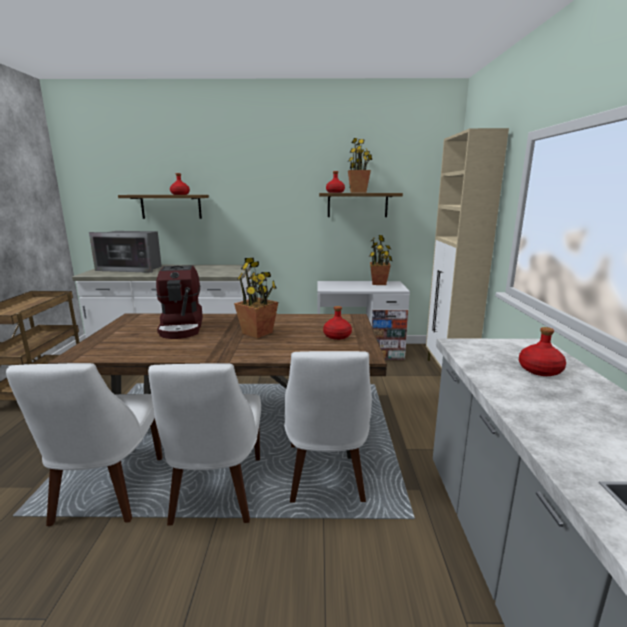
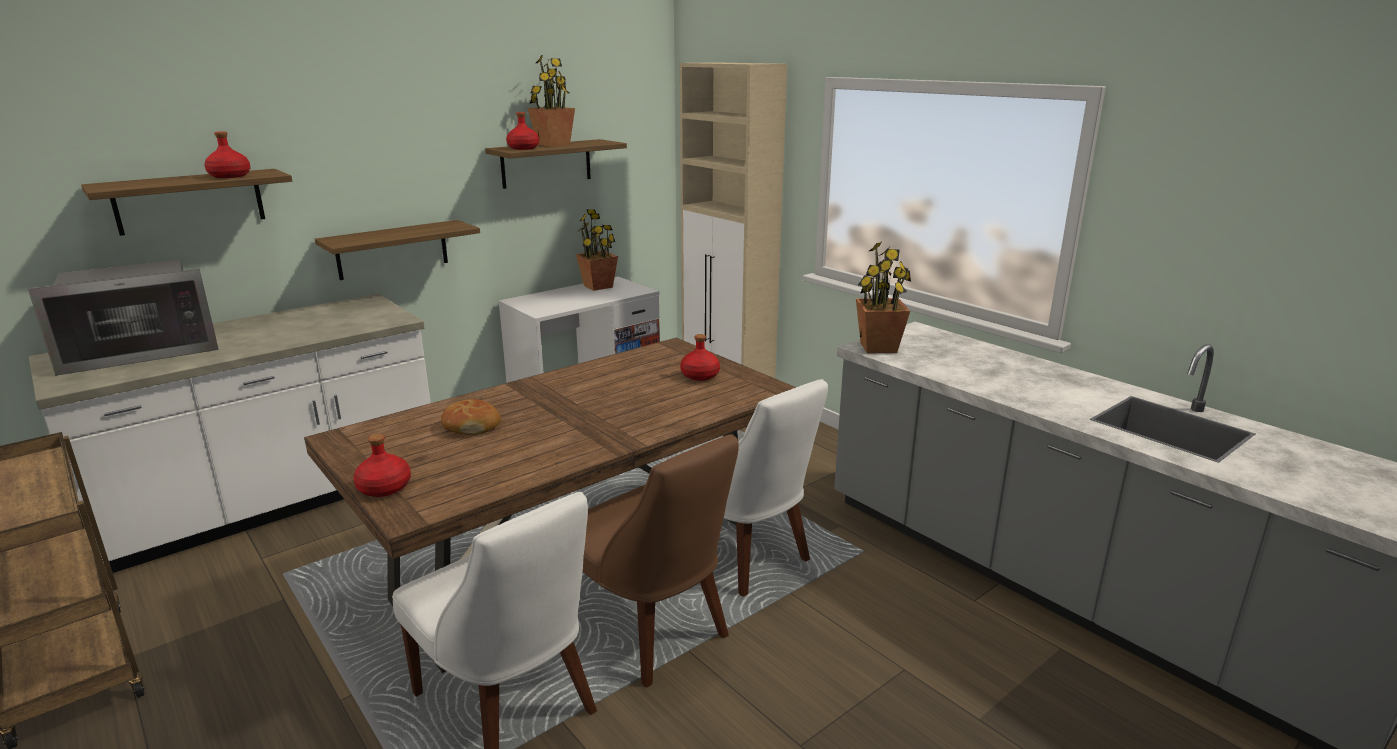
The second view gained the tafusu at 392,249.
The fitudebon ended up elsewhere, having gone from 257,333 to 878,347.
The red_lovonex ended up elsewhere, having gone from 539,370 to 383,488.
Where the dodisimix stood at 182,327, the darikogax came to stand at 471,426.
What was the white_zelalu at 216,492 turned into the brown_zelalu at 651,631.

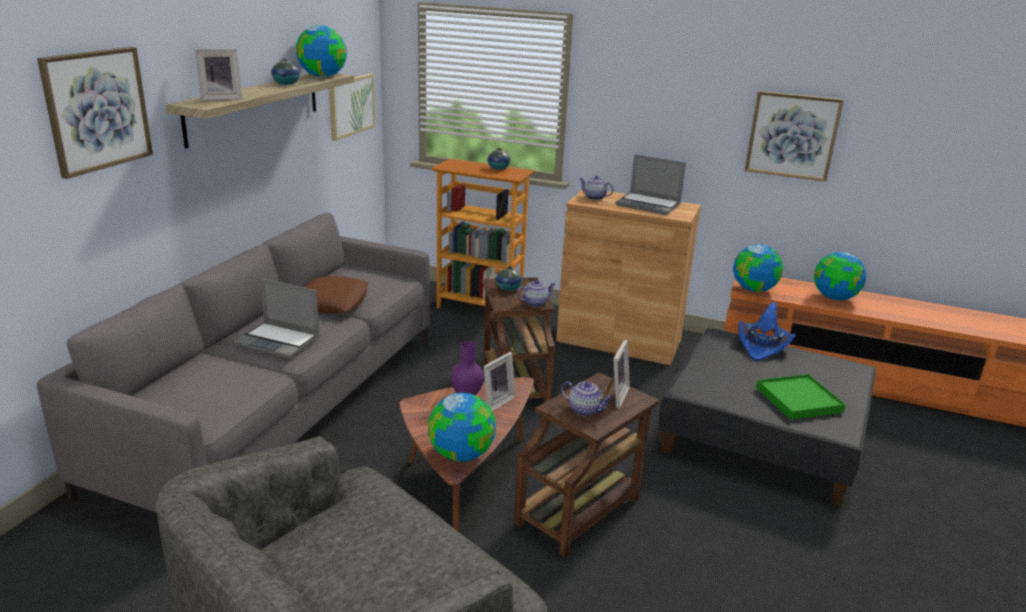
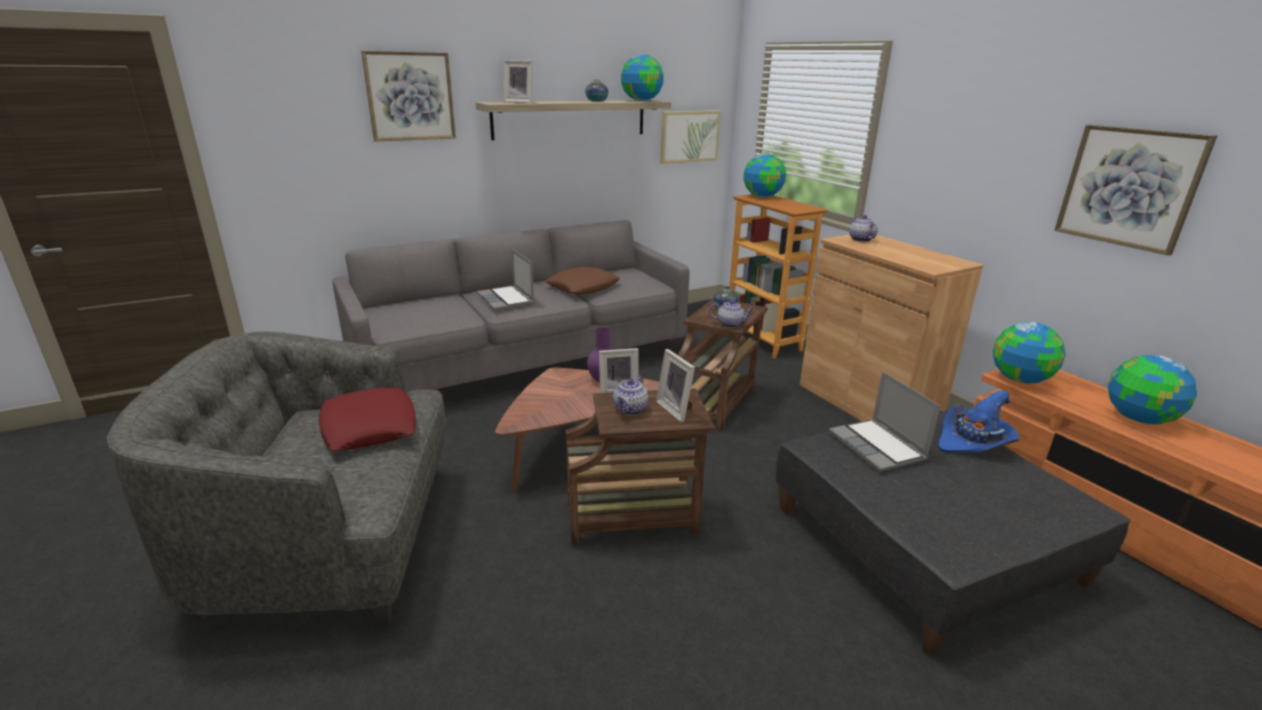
The second view lost the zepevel at 498,168.
The second view lost the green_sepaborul at 798,400.
The second view gained the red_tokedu at 369,427.
The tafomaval ended up elsewhere, having gone from 461,454 to 762,196.
The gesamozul ended up elsewhere, having gone from 649,205 to 878,447.
The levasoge at 585,410 ended up facing another way, 45 degrees clockwise from before.
The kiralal at 614,395 ended up facing another way, 90 degrees clockwise from before.

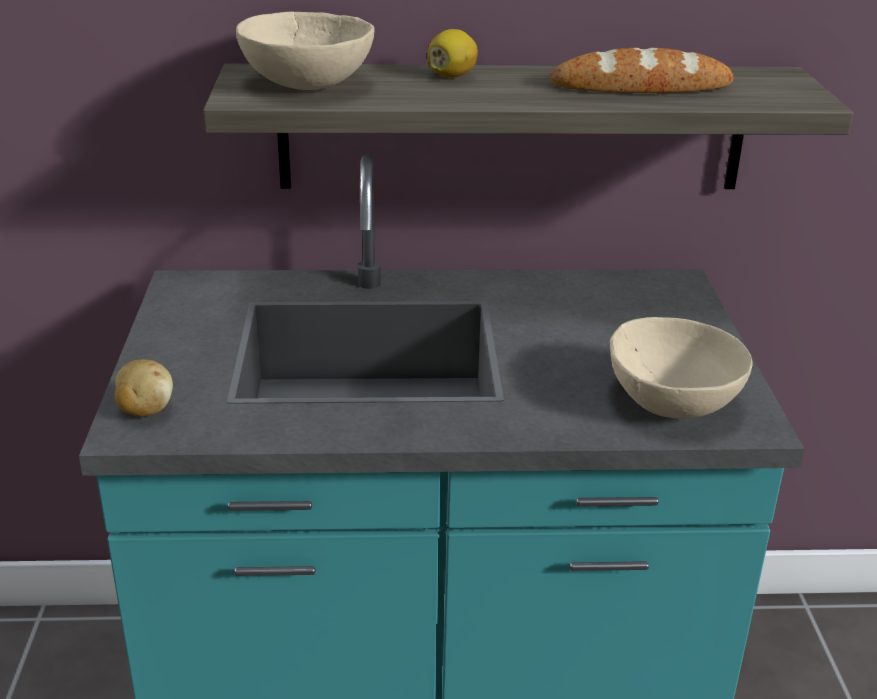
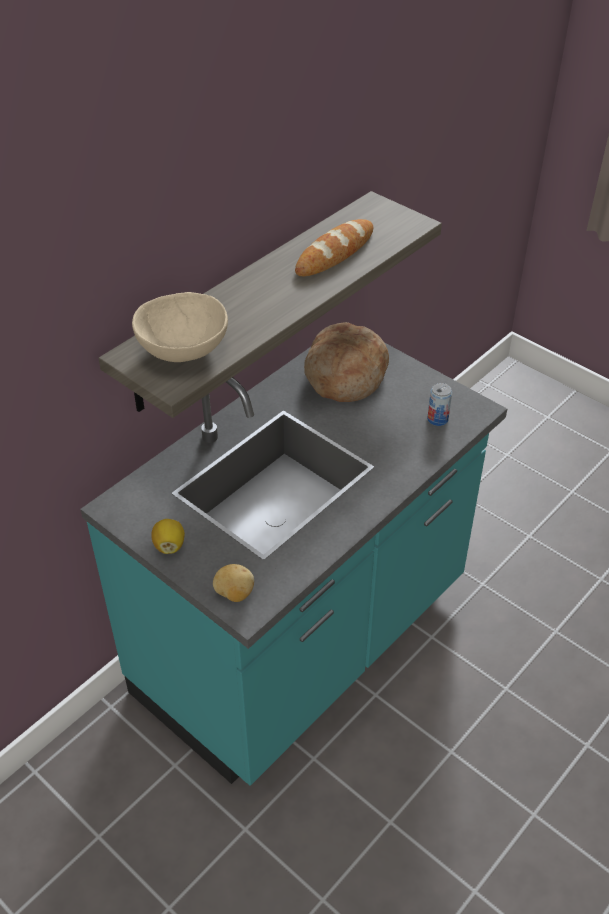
The second view gained the darikogax at 345,375.
The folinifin ended up elsewhere, having gone from 452,76 to 169,545.
Where the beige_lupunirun stood at 672,404, the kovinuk came to stand at 437,419.

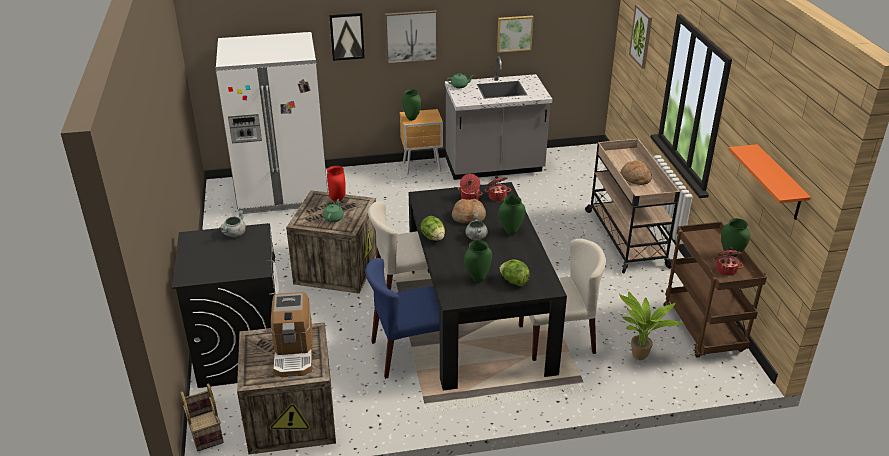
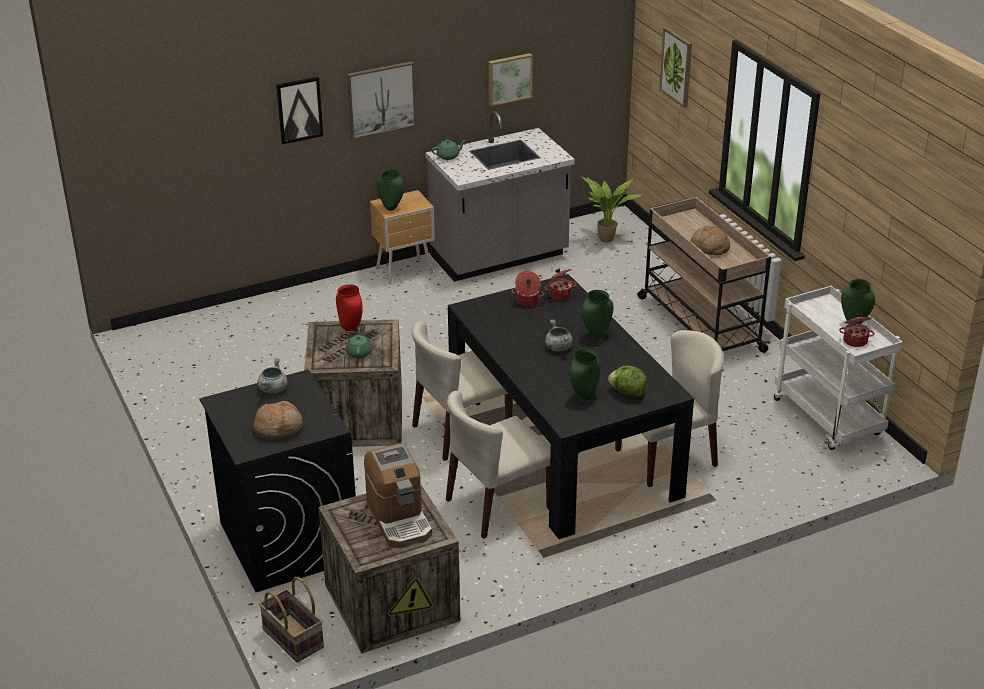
The second view lost the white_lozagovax at 283,192.
The second view lost the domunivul at 433,237.
The second view lost the orange_tafusu at 779,183.
The darikogax ended up elsewhere, having gone from 469,217 to 279,428.
The fitudebon ended up elsewhere, having gone from 638,358 to 606,241.
What was the blue_zelalu at 409,353 turned into the beige_zelalu at 498,505.
What was the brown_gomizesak at 704,331 turned into the white_gomizesak at 829,419.

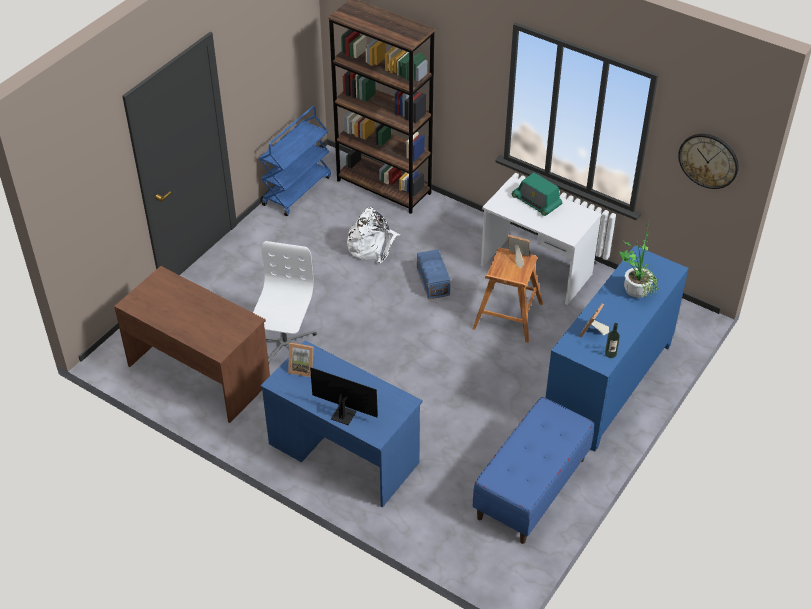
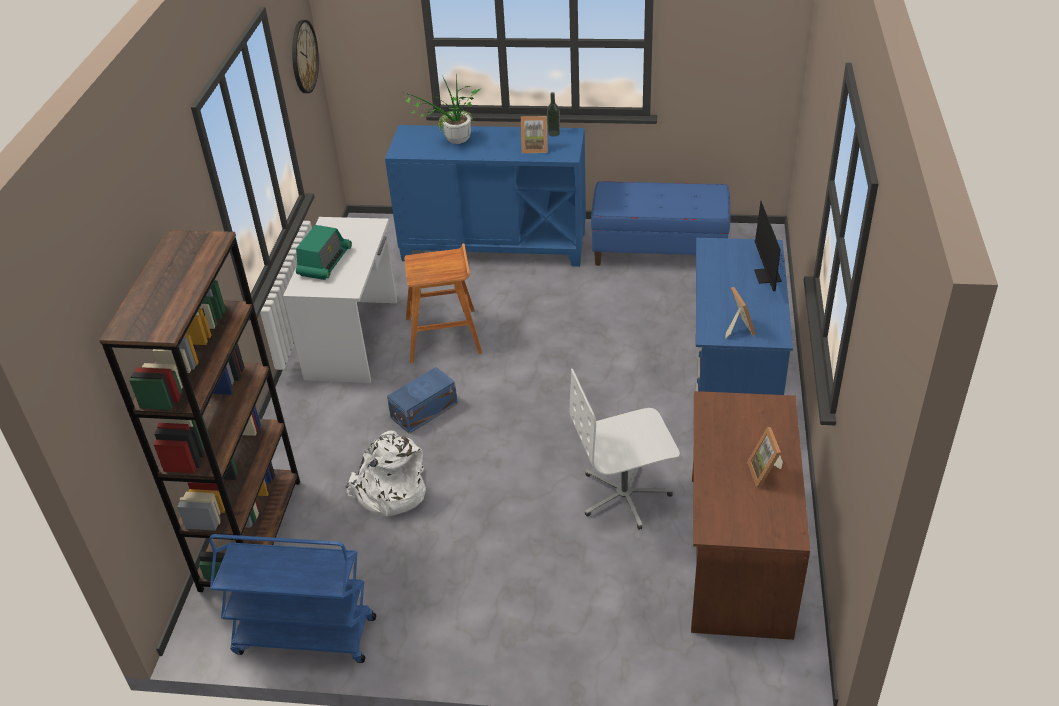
The kiralal ended up elsewhere, having gone from 517,258 to 766,473.

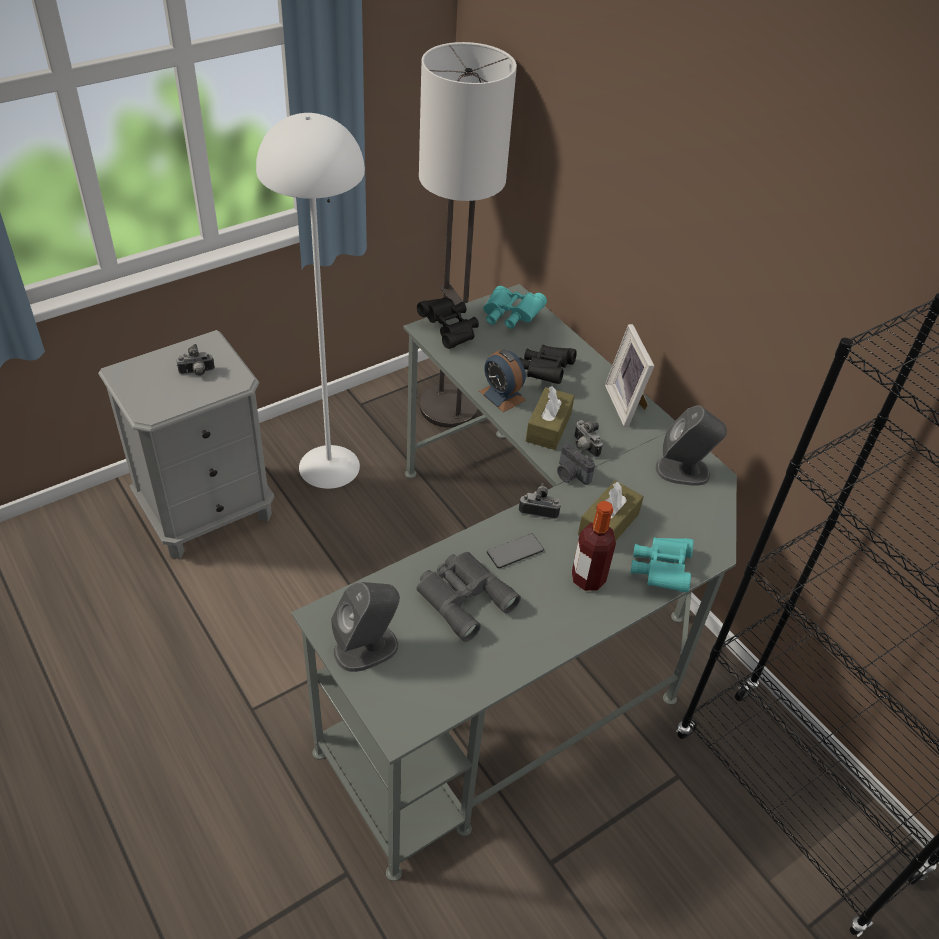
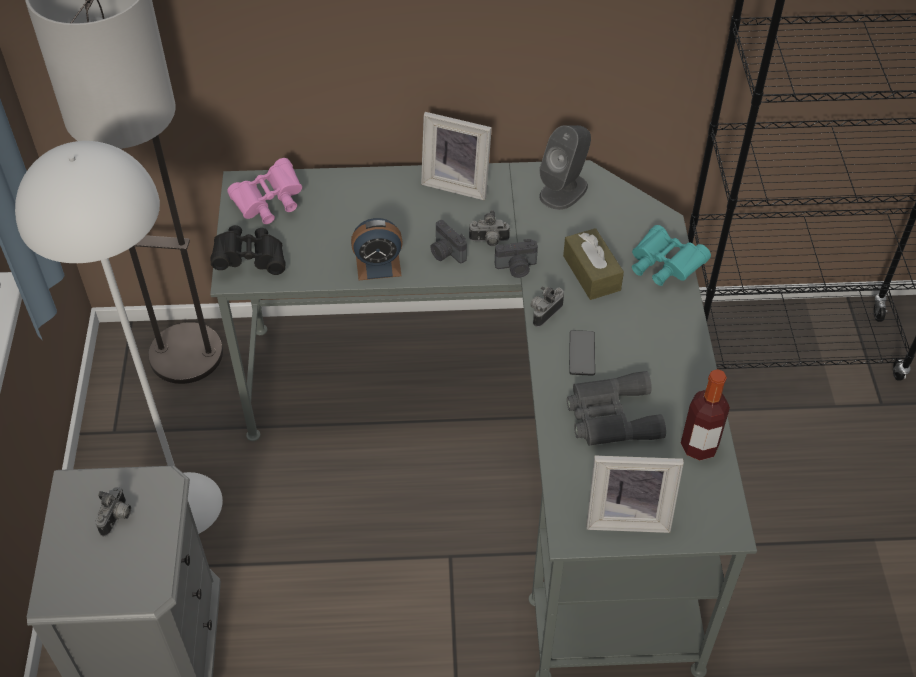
The second view lost the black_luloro at 545,372.
The lovonex ended up elsewhere, having gone from 588,579 to 699,446.
Where the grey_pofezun stood at 367,648, the kiralal came to stand at 627,515.
Where the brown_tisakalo stood at 548,427, the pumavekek came to stand at 446,253.
What was the turquoise_luloro at 510,317 turned into the pink_luloro at 269,203.

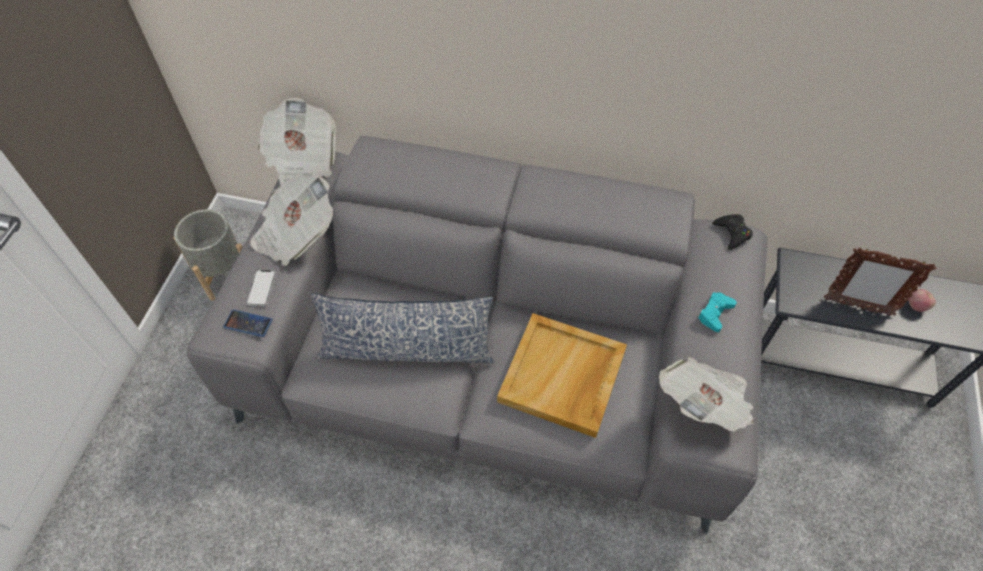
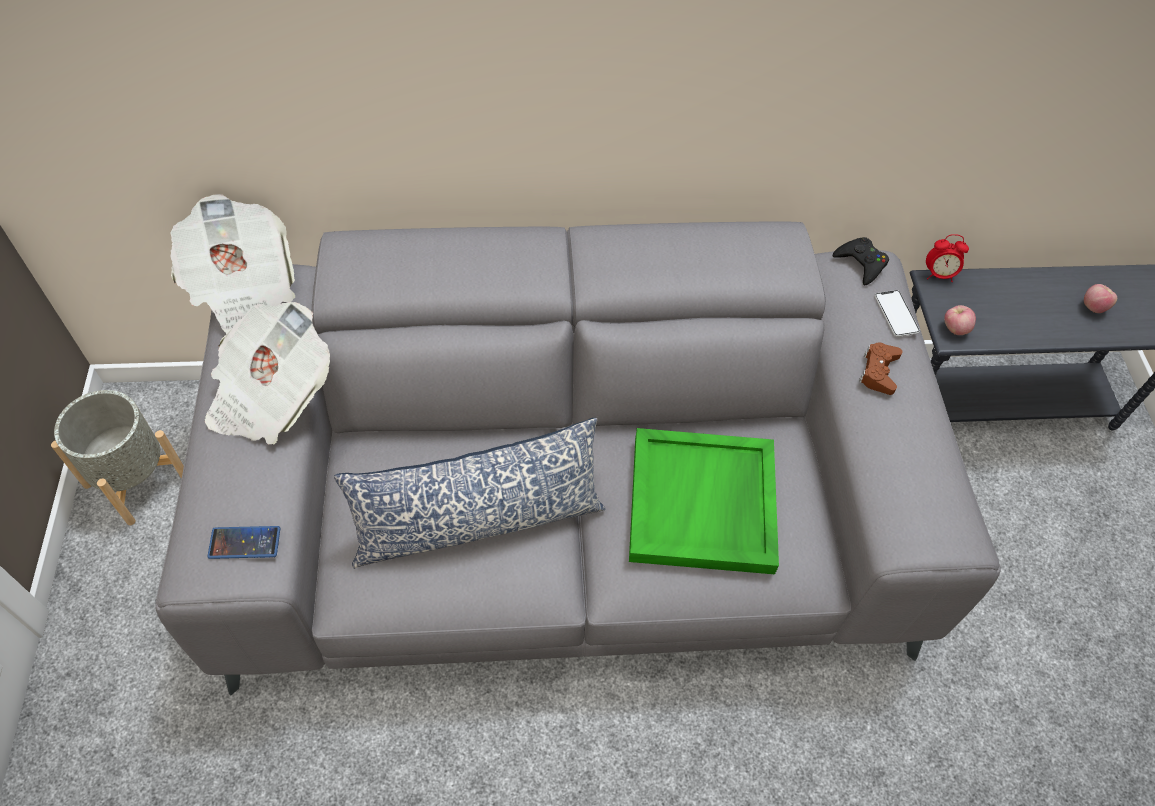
The second view lost the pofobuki at 704,403.
The second view lost the kiralal at 857,306.
The second view gained the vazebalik at 938,275.
The second view gained the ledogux at 954,329.
The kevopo ended up elsewhere, having gone from 261,288 to 896,314.
What was the beige_sepaborul at 563,377 turned into the green_sepaborul at 703,505.
What was the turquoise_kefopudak at 715,313 turned into the brown_kefopudak at 878,372.

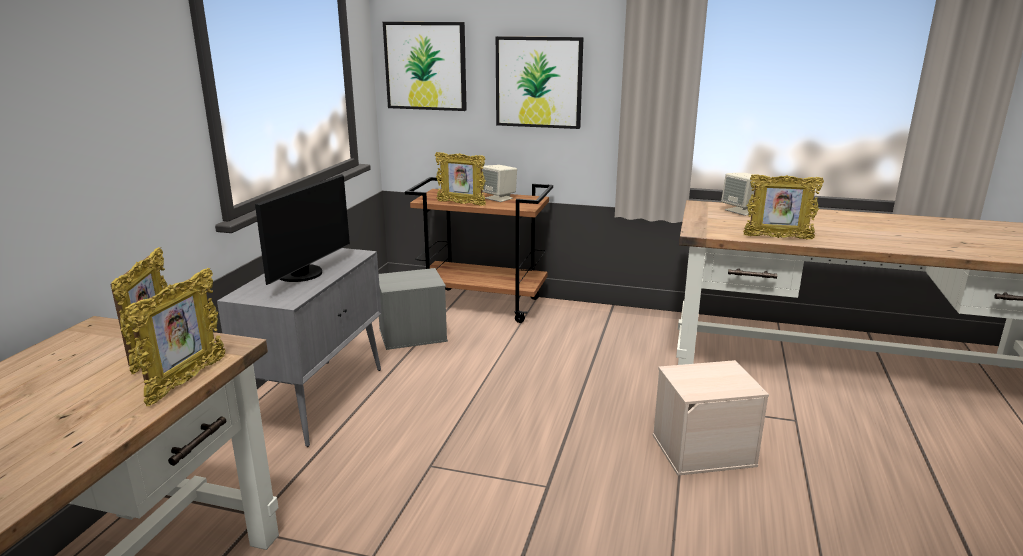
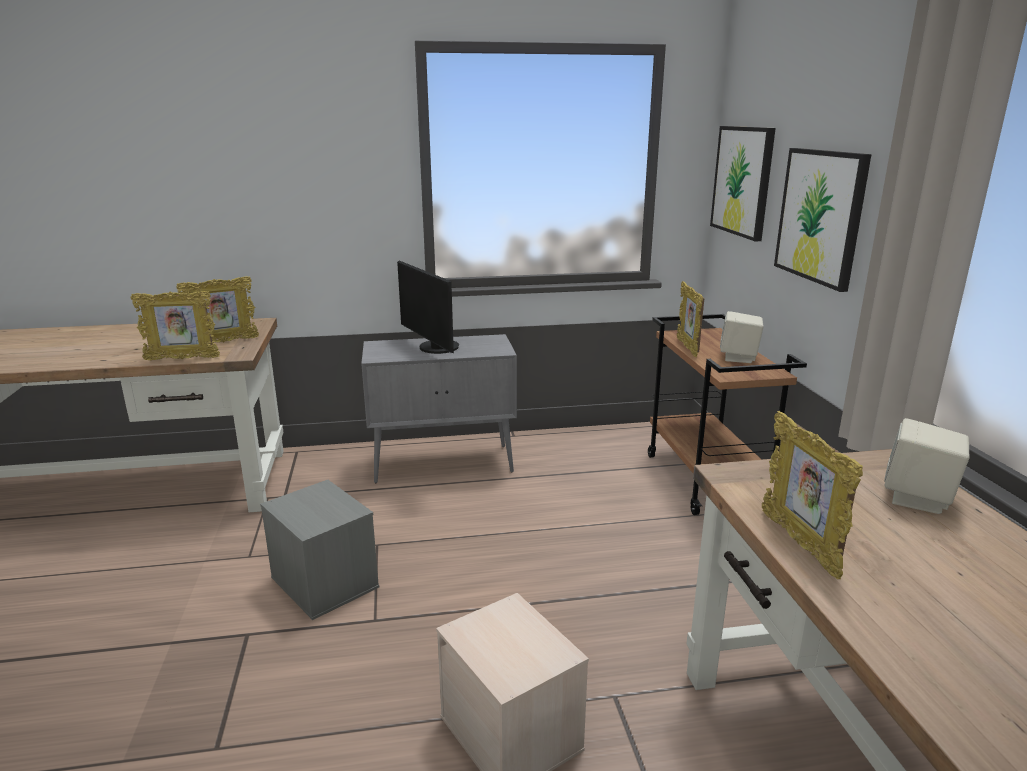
The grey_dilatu ended up elsewhere, having gone from 412,335 to 323,582.
The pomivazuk at 304,274 ended up facing another way, 60 degrees clockwise from before.

